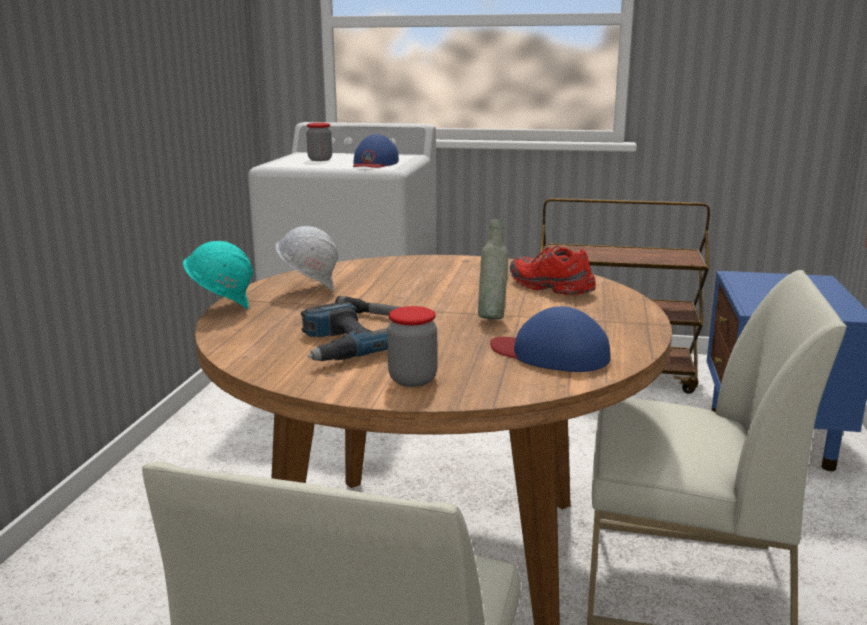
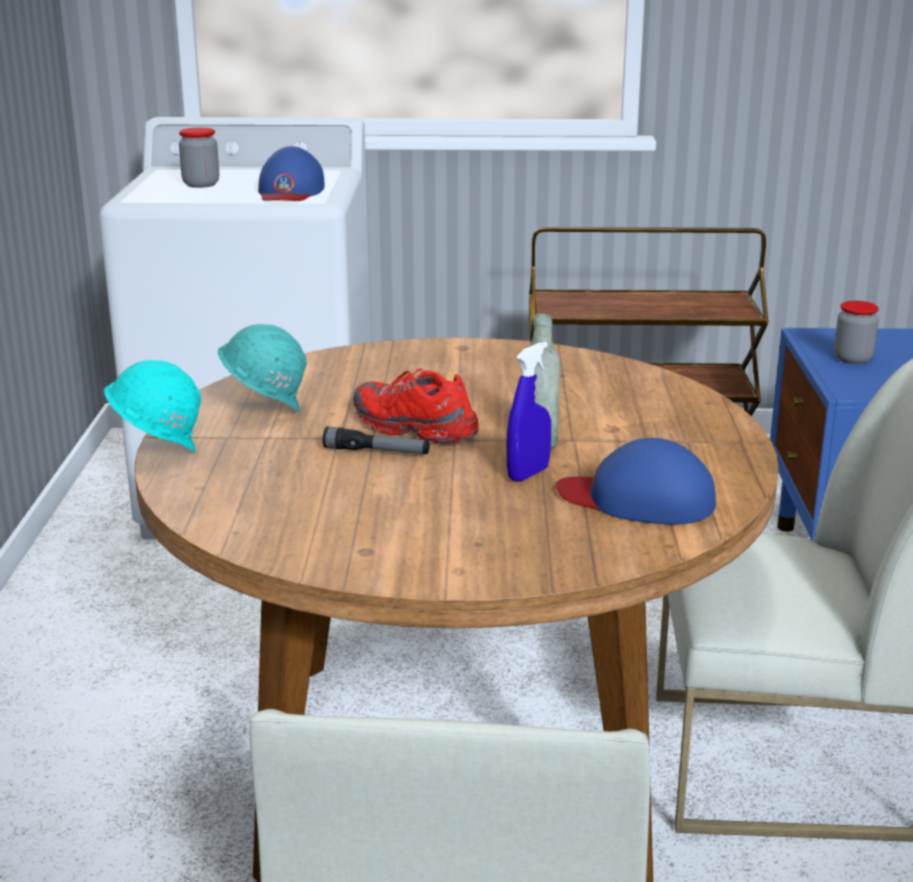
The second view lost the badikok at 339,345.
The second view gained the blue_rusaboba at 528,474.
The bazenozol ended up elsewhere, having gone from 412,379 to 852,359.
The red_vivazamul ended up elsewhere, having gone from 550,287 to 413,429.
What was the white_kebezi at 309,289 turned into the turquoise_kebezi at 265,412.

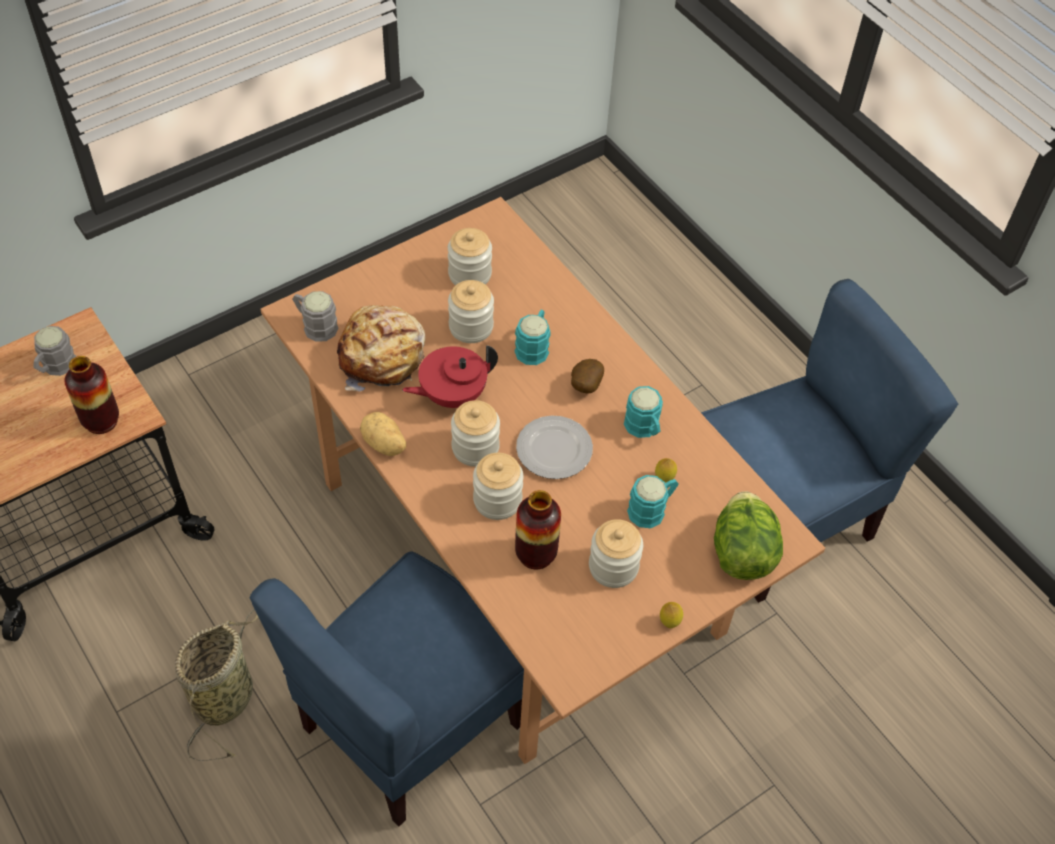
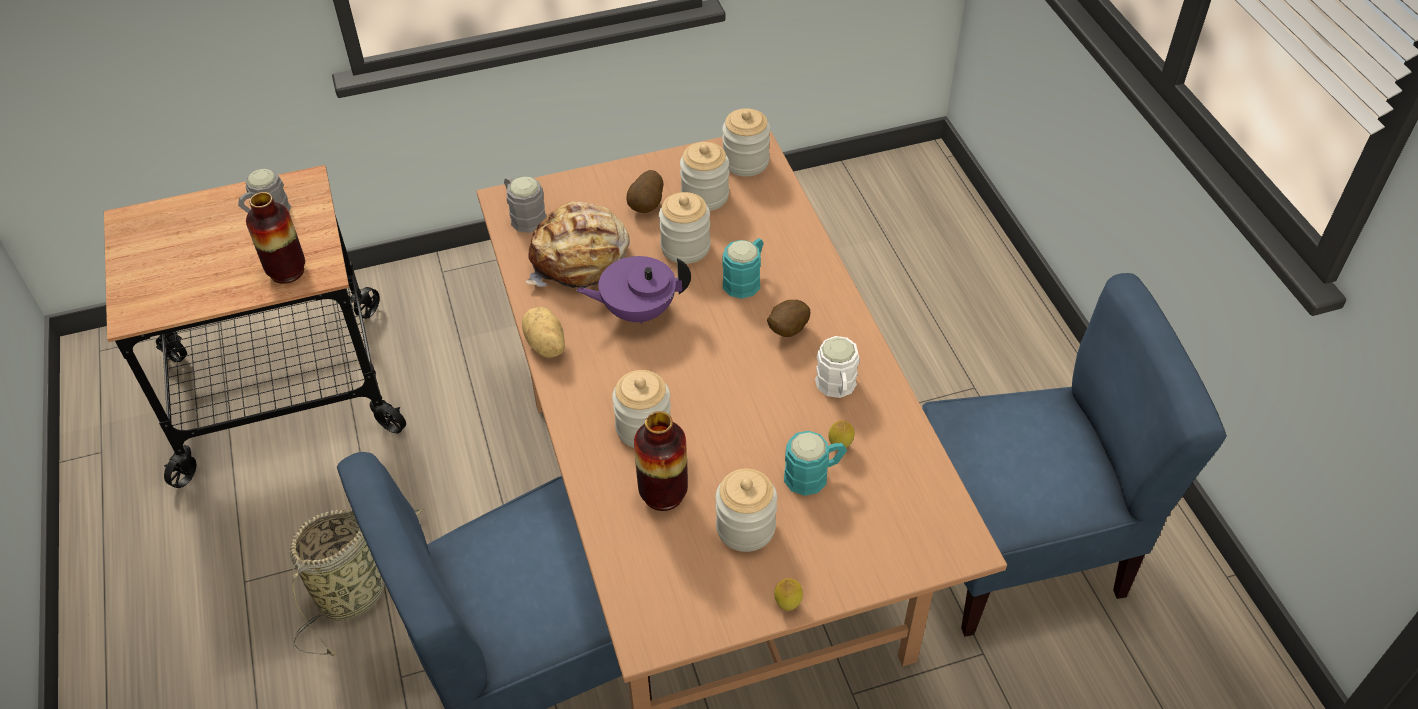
The second view lost the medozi at 553,450.
The second view lost the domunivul at 742,553.
The second view gained the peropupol at 647,206.
The bazenozol ended up elsewhere, having gone from 475,448 to 745,162.
What was the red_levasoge at 452,395 turned into the purple_levasoge at 637,310.
What was the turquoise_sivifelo at 644,428 turned into the white_sivifelo at 837,388.

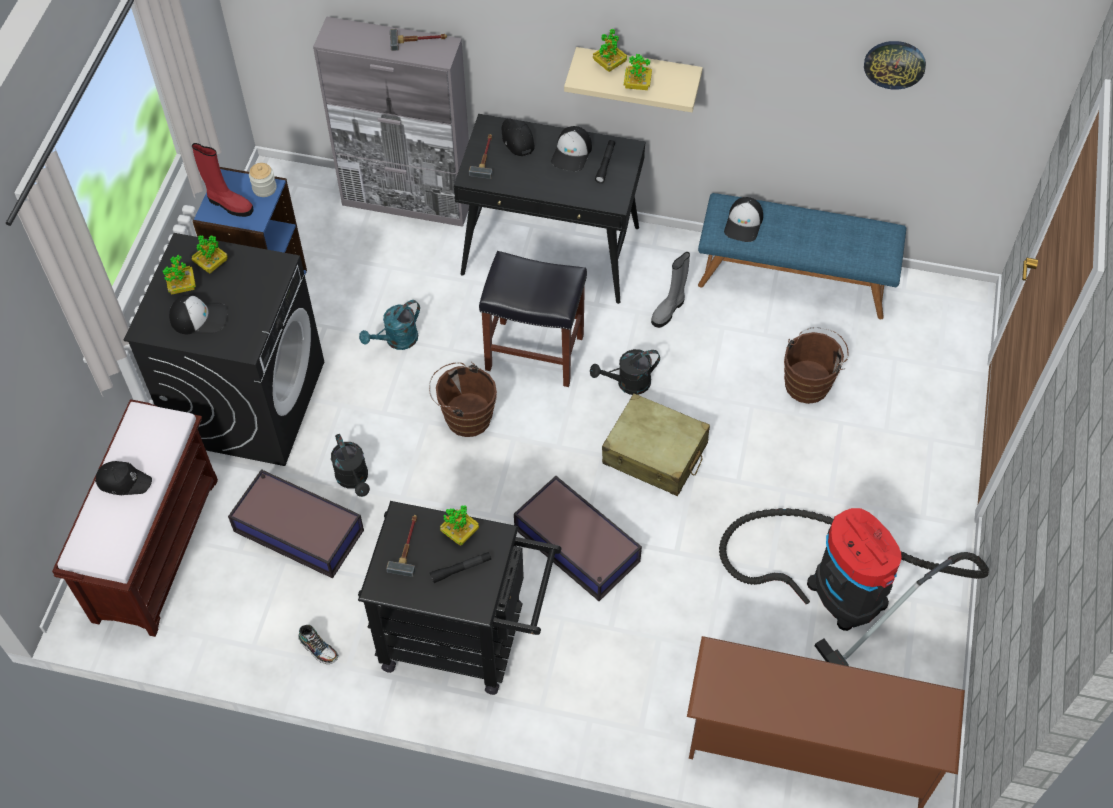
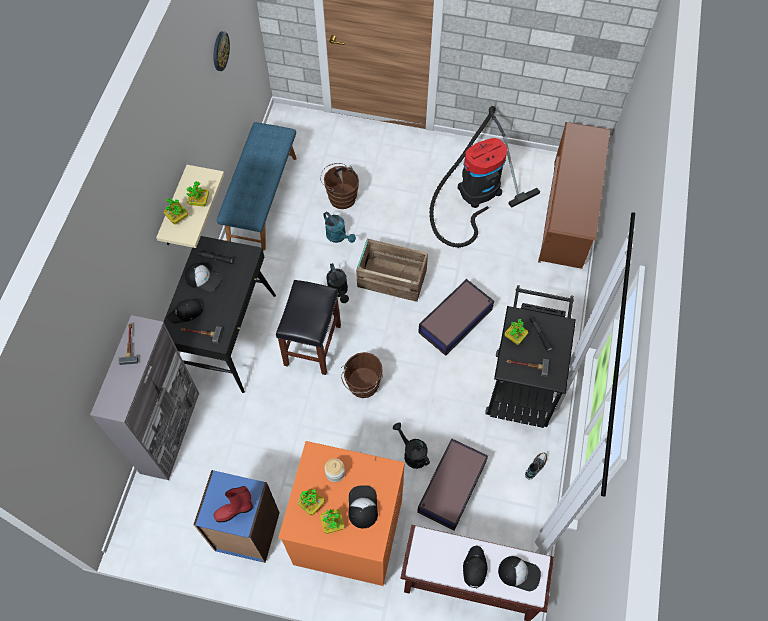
The second view lost the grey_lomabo at 668,310.
The bazenozol ended up elsewhere, having gone from 264,188 to 335,473.
The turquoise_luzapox ended up elsewhere, having gone from 396,341 to 338,237.
The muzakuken ended up elsewhere, having gone from 744,223 to 519,573.
Where the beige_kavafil stood at 655,454, the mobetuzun came to stand at 391,278.
What was the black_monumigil at 248,401 turned into the orange_monumigil at 347,532.
The red_lomabo at 229,204 ended up facing another way, 135 degrees counterclockwise from before.
The black_luzapox at 354,479 ended up facing another way, 105 degrees counterclockwise from before.

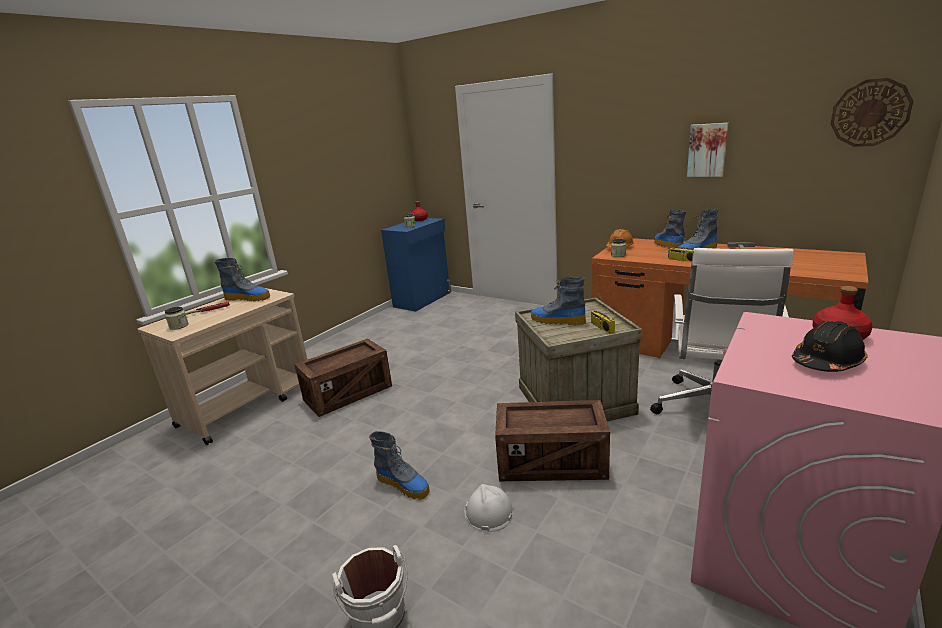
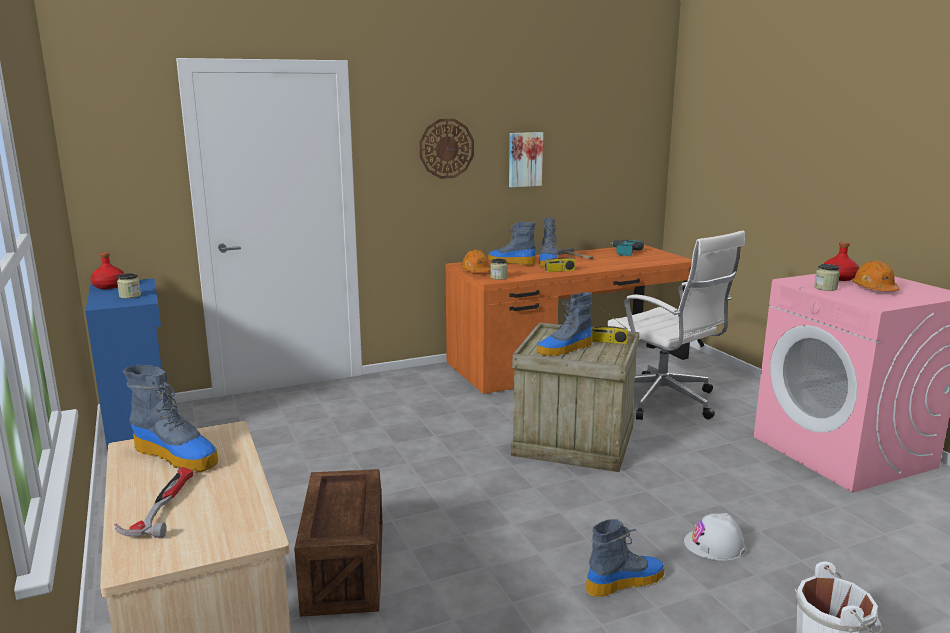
The second view lost the mobetuzun at 551,463.
The second view gained the badikok at 624,252.
The bazenozol ended up elsewhere, having gone from 179,326 to 825,288.
The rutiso ended up elsewhere, having gone from 870,113 to 446,148.
What was the black_kebezi at 827,362 turned into the orange_kebezi at 874,289.
The lomabo at 248,298 ended up facing another way, 75 degrees clockwise from before.

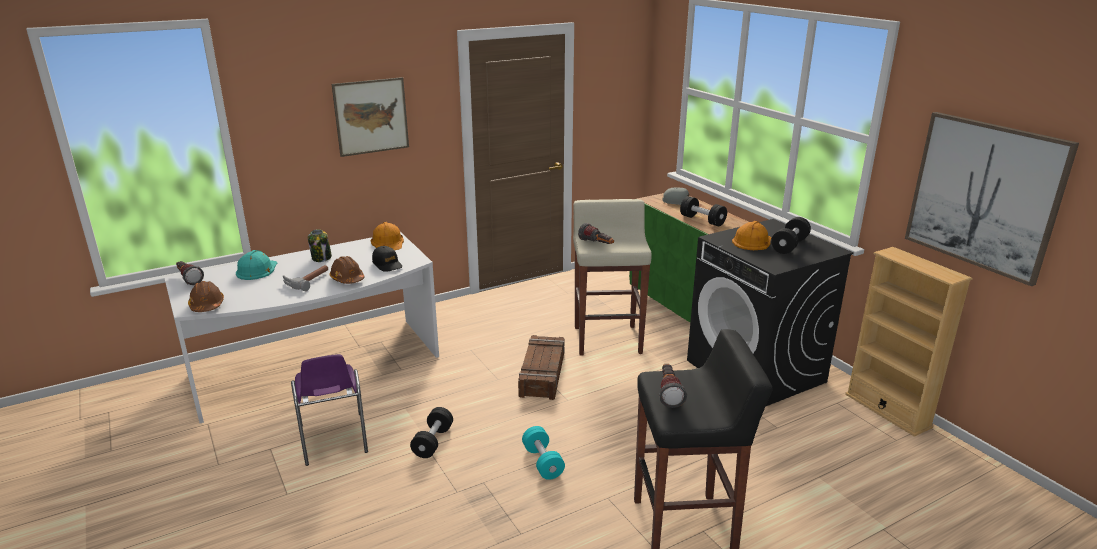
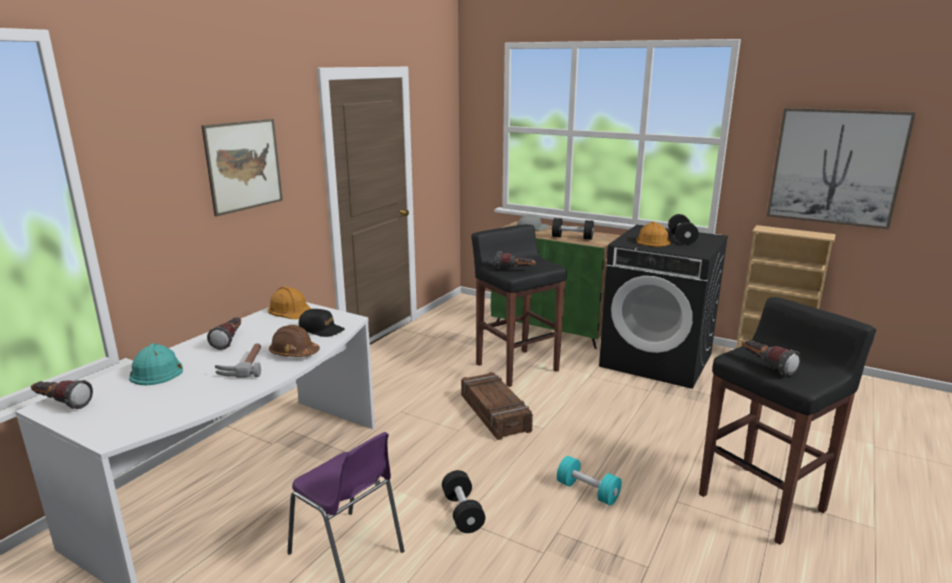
The second view lost the brown_kebezi at 207,305.
Where the bazenozol stood at 321,258, the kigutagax came to stand at 230,340.
What was the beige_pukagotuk at 607,339 turned into the black_pukagotuk at 516,367.

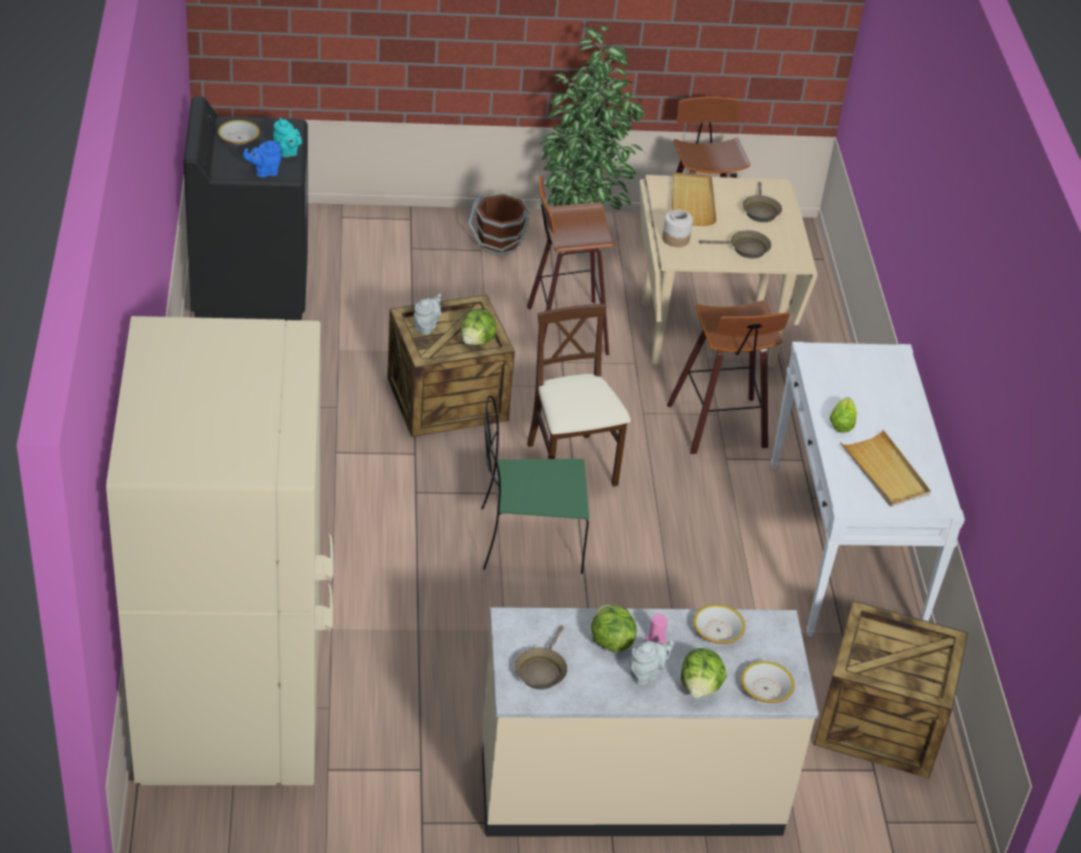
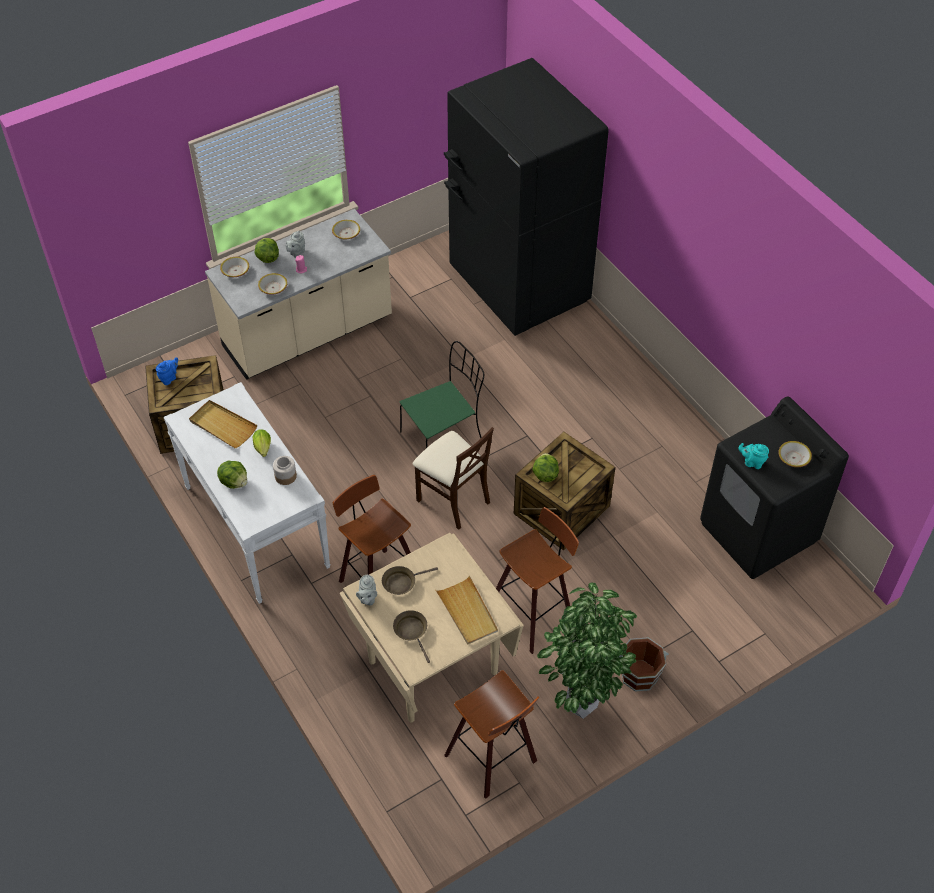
The blue_levasoge ended up elsewhere, having gone from 264,172 to 169,378.
The grey_levasoge ended up elsewhere, having gone from 426,326 to 367,599.
The domunivul ended up elsewhere, having gone from 610,641 to 234,482.
The bazenozol ended up elsewhere, having gone from 676,239 to 285,476.
Where the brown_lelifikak stood at 541,670, the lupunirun came to stand at 346,233.
What was the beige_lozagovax at 233,702 turned into the black_lozagovax at 518,286.

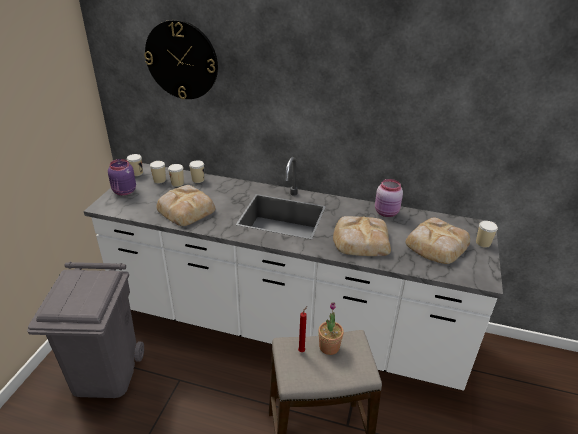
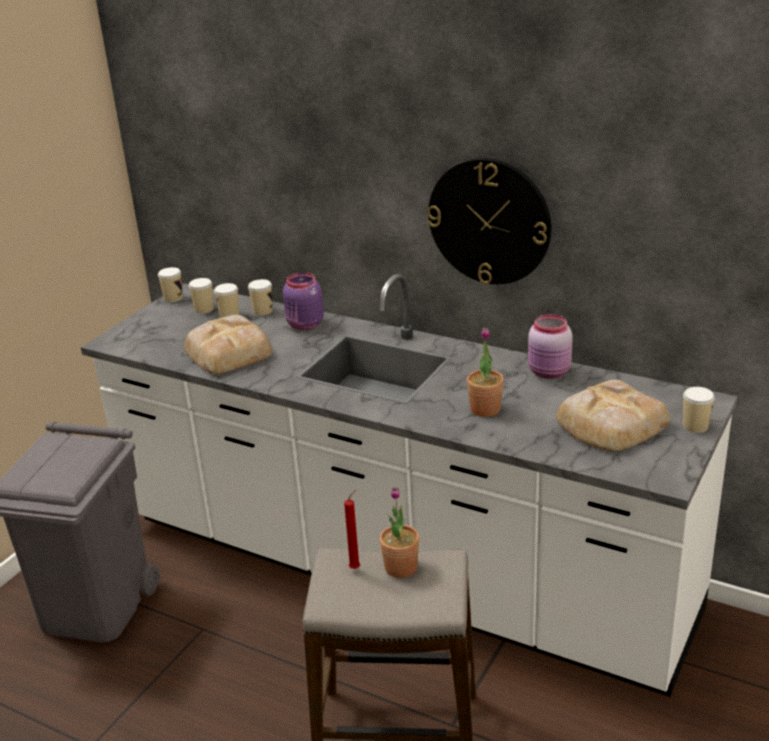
The purple_bazenozol ended up elsewhere, having gone from 124,191 to 305,325.
The rutiso ended up elsewhere, having gone from 182,60 to 489,221.
Where the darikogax stood at 360,240, the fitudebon came to stand at 485,409.

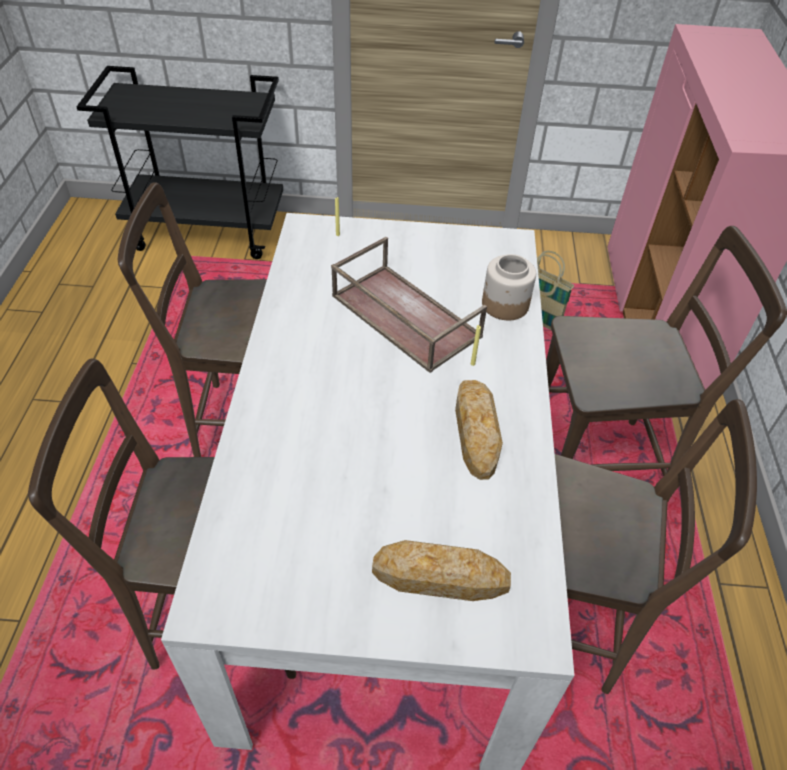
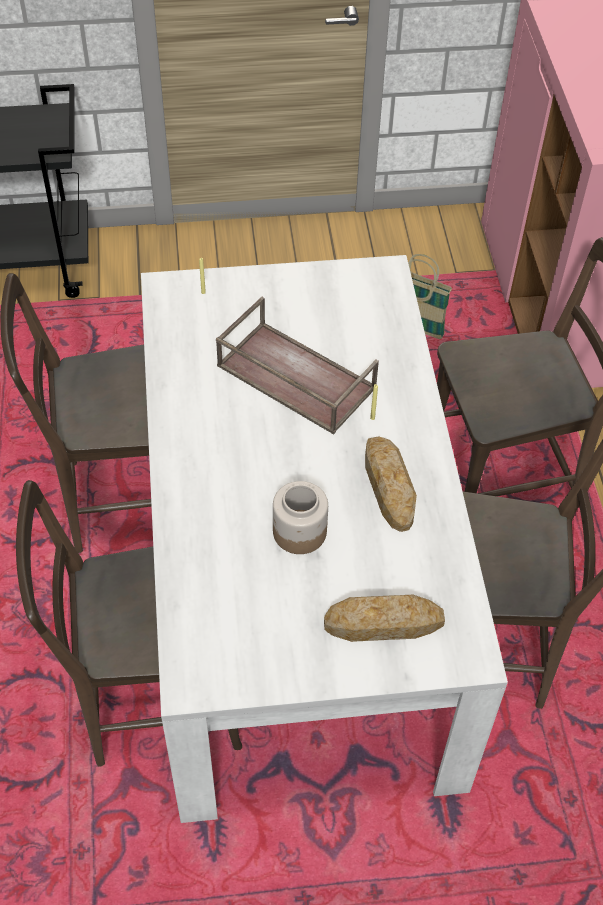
The bazenozol ended up elsewhere, having gone from 504,305 to 299,532.

